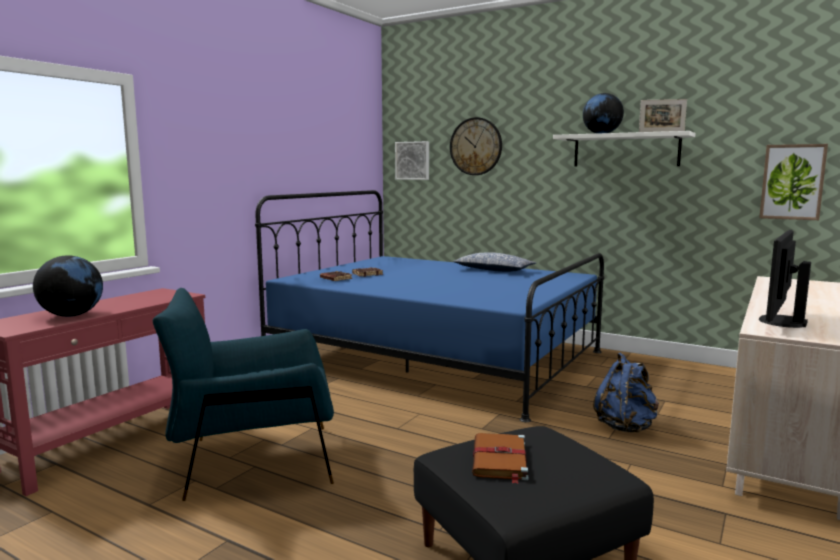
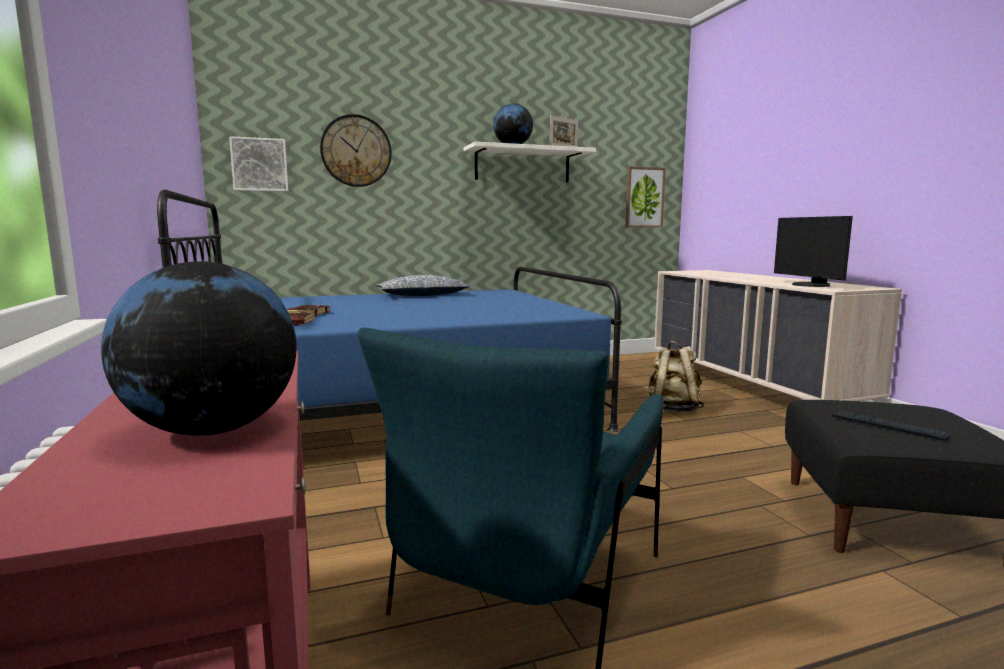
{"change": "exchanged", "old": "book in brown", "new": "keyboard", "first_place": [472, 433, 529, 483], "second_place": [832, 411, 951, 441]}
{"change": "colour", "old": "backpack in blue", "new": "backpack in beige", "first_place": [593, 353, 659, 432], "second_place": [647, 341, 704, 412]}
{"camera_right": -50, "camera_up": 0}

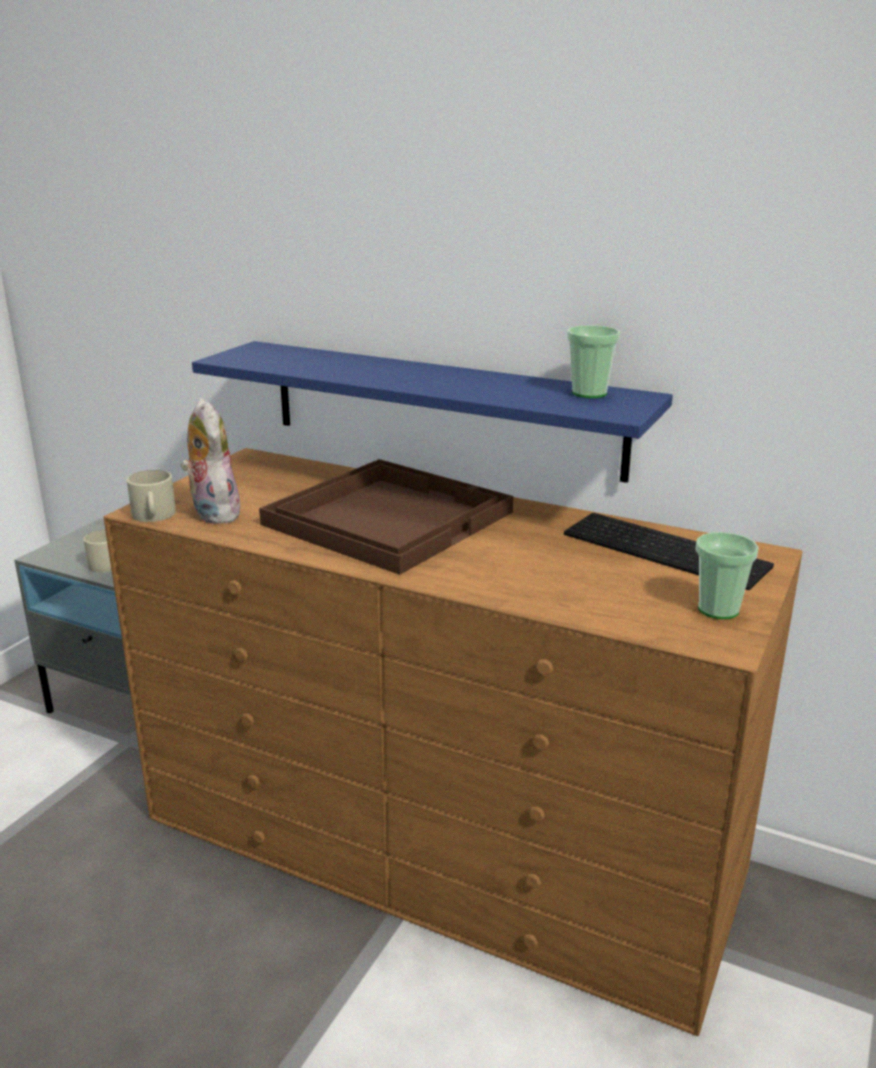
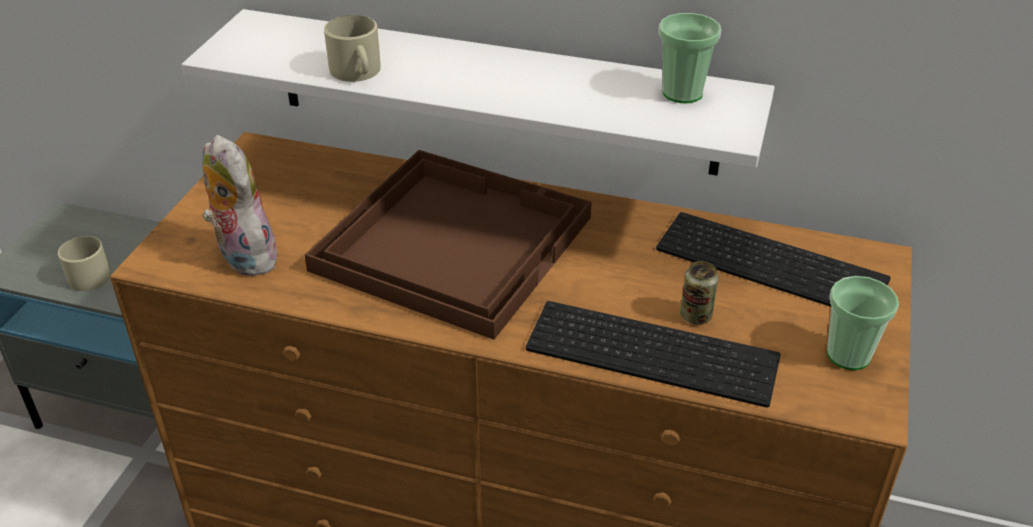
{"change": "relocated", "old": "mug in beige", "first_place": [127, 470, 176, 522], "second_place": [324, 15, 380, 82]}
{"change": "colour", "old": "shelf in blue", "new": "shelf in white", "first_place": [192, 341, 673, 483], "second_place": [182, 9, 775, 175]}
{"change": "appeared", "new": "keyboard", "second_place": [526, 301, 781, 407]}
{"change": "appeared", "new": "can", "second_place": [680, 261, 718, 324]}
{"camera_right": -10, "camera_up": 15}

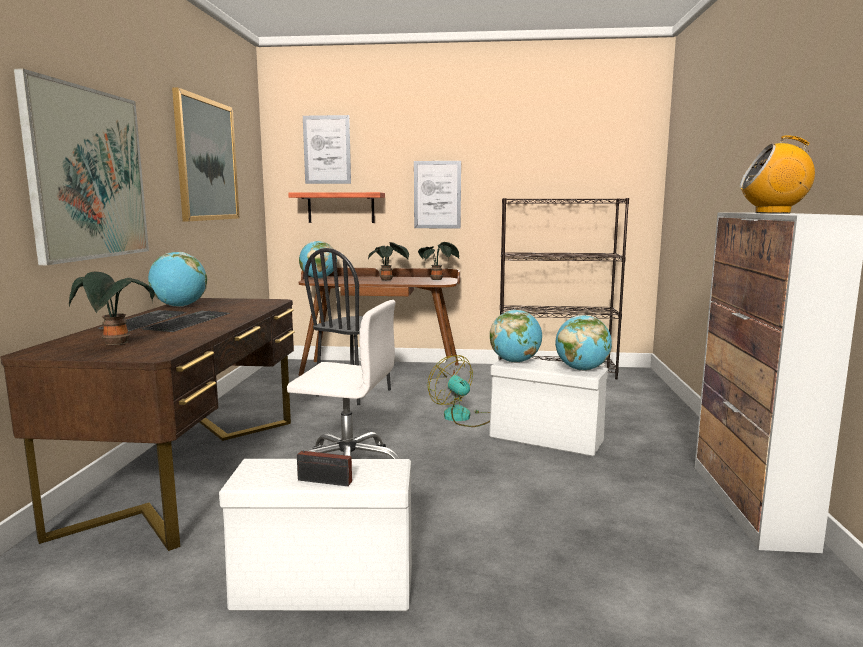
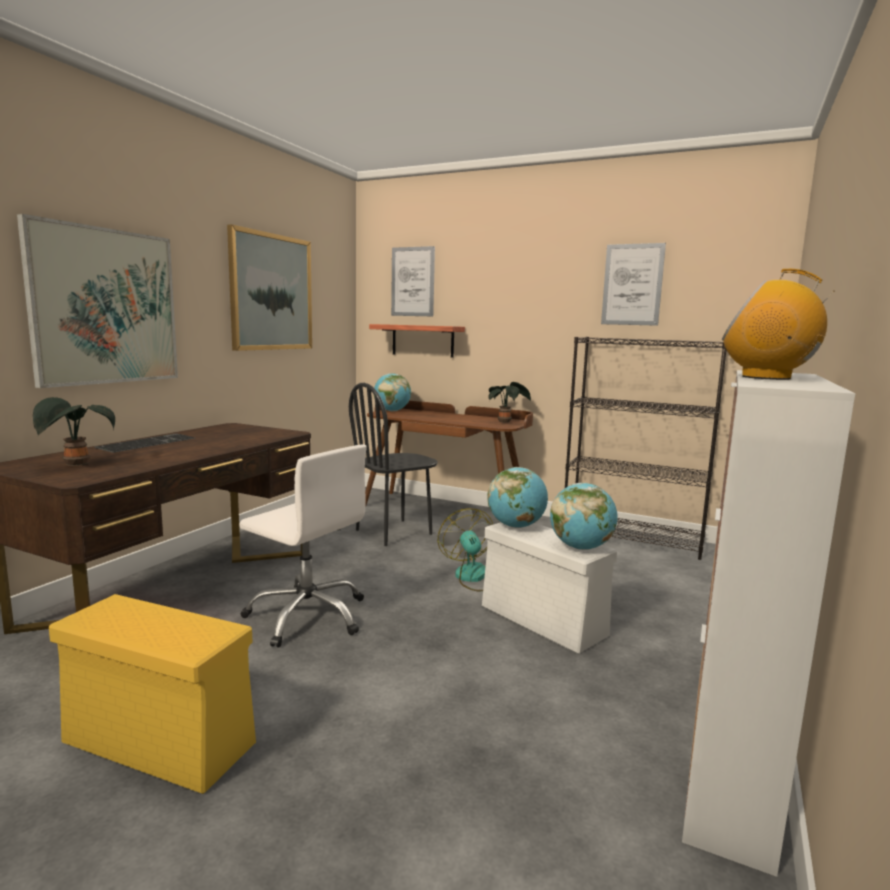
{"change": "missing", "old": "keyboard", "first_place": [142, 311, 230, 332]}
{"change": "missing", "old": "globe", "first_place": [148, 252, 207, 307]}
{"change": "colour", "old": "storage box in white", "new": "storage box in yellow", "first_place": [219, 459, 412, 611], "second_place": [49, 594, 256, 794]}
{"change": "missing", "old": "radio", "first_place": [297, 437, 356, 486]}
{"change": "missing", "old": "potted plant", "first_place": [368, 242, 409, 280]}
{"change": "relocated", "old": "picture", "first_place": [414, 161, 461, 228], "second_place": [601, 243, 666, 326]}
{"camera_right": 20, "camera_up": 0}

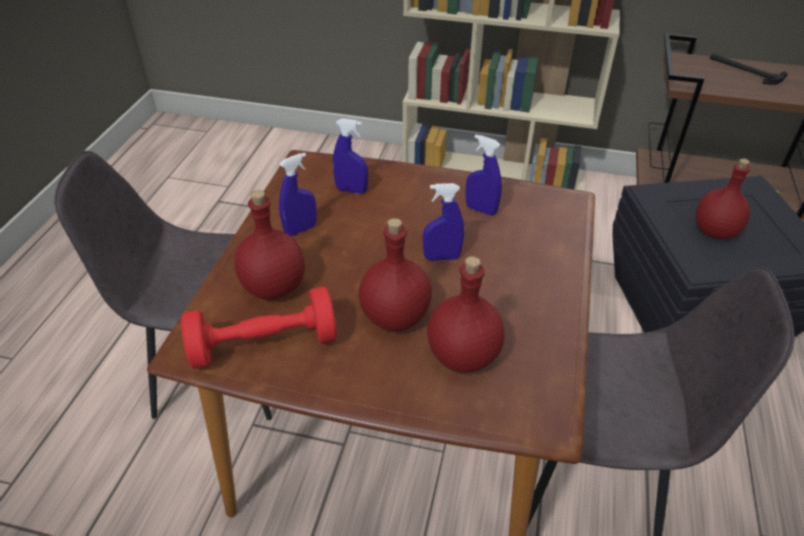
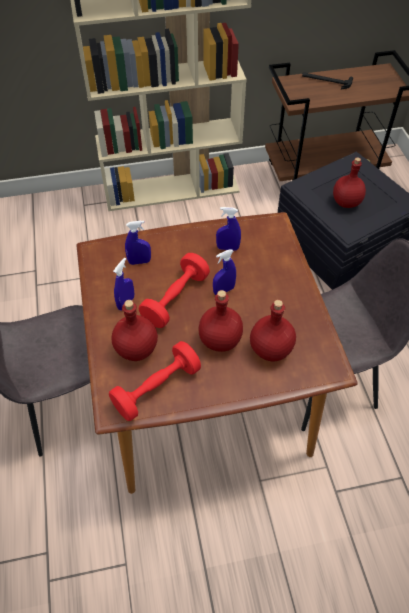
{"change": "appeared", "new": "dumbbell in red", "second_place": [139, 253, 210, 328]}
{"camera_right": -25, "camera_up": 10}

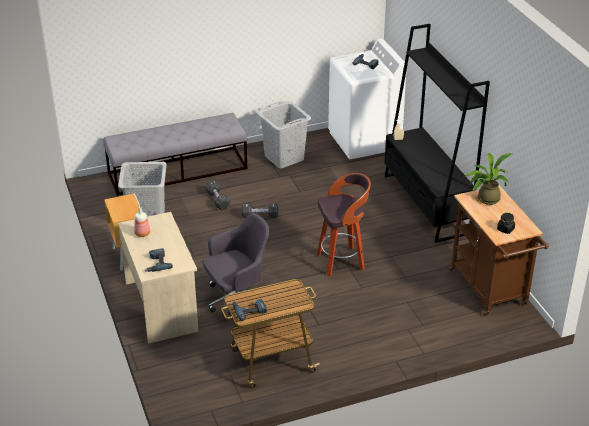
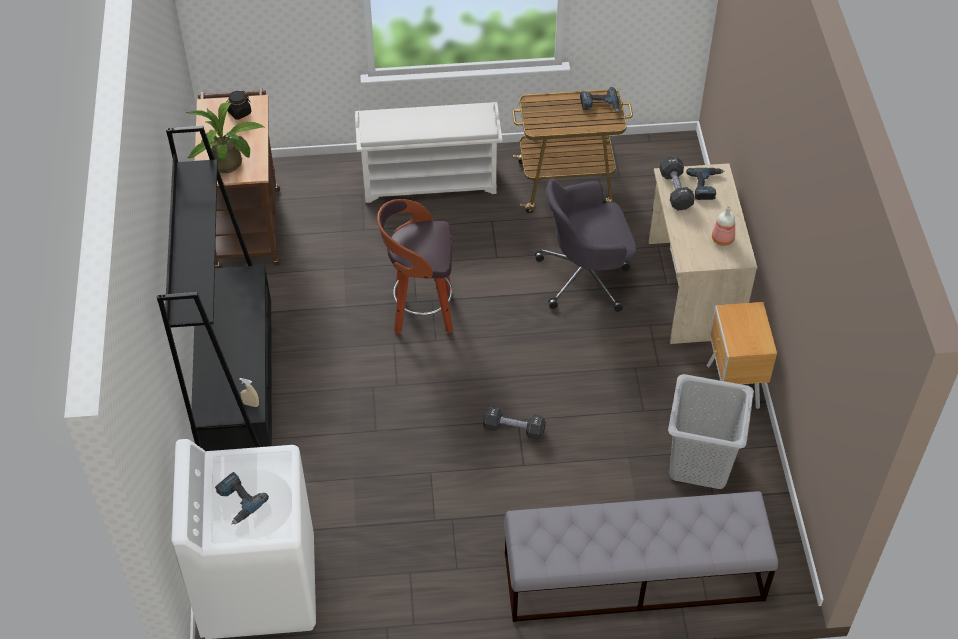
{"change": "relocated", "old": "dumbbell in black", "first_place": [205, 181, 230, 210], "second_place": [660, 156, 695, 210]}
{"change": "missing", "old": "laundry basket in grey", "first_place": [257, 101, 312, 169]}
{"change": "appeared", "new": "shoe rack in white", "second_place": [355, 102, 503, 203]}
{"camera_right": -165, "camera_up": 15}

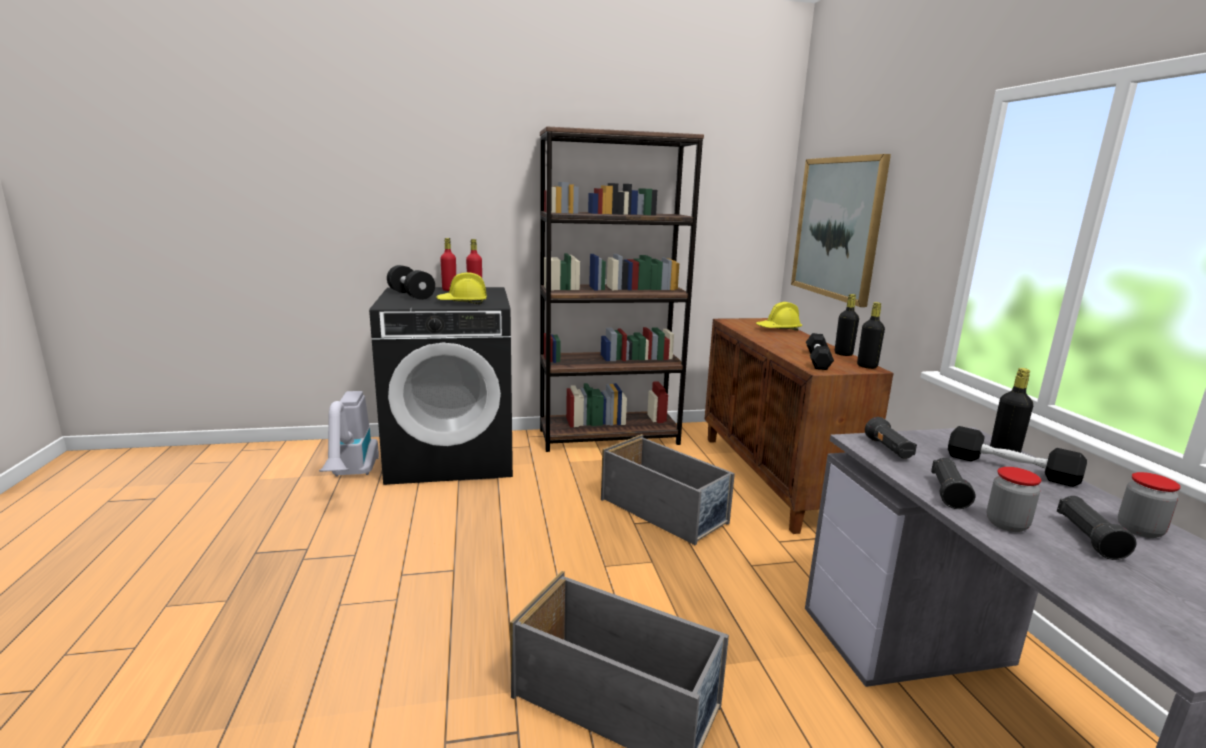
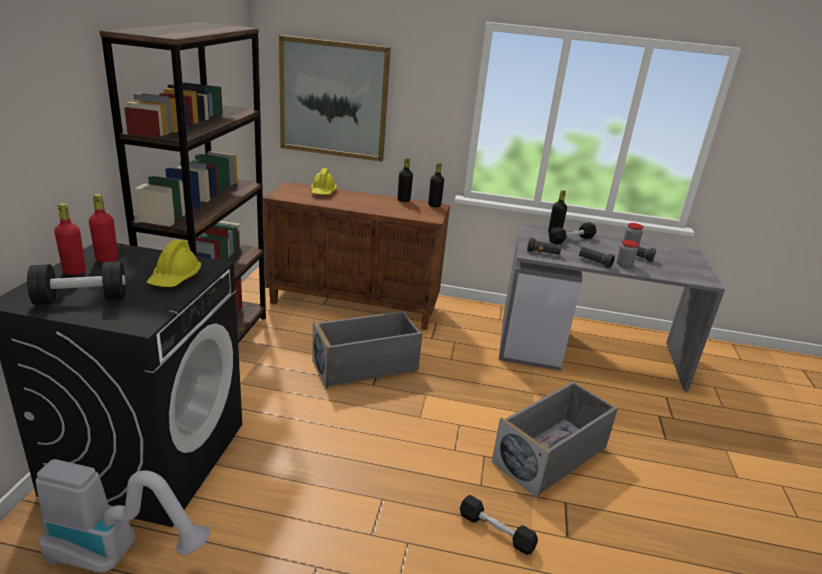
{"change": "relocated", "old": "dumbbell in black", "first_place": [806, 333, 834, 370], "second_place": [460, 495, 538, 555]}
{"camera_right": -70, "camera_up": 10}

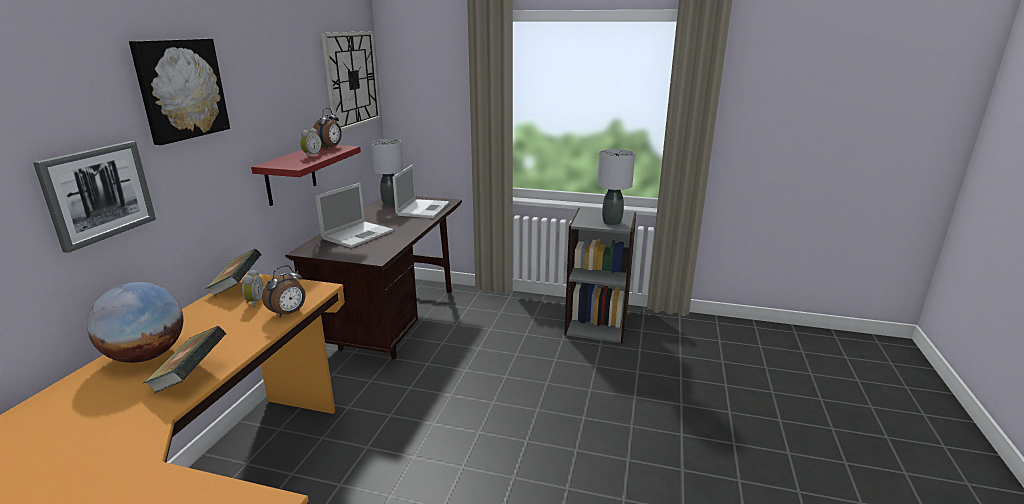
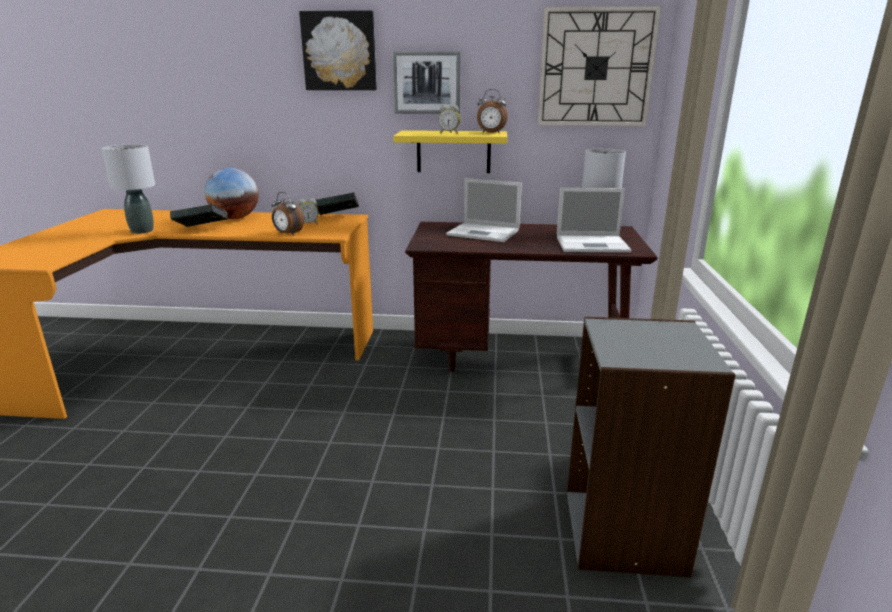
{"change": "relocated", "old": "picture", "first_place": [33, 141, 156, 253], "second_place": [392, 51, 461, 114]}
{"change": "colour", "old": "shelf in red", "new": "shelf in yellow", "first_place": [251, 145, 361, 206], "second_place": [393, 130, 507, 173]}
{"change": "relocated", "old": "table lamp in grey", "first_place": [597, 149, 635, 225], "second_place": [101, 144, 155, 234]}
{"camera_right": 80, "camera_up": 0}

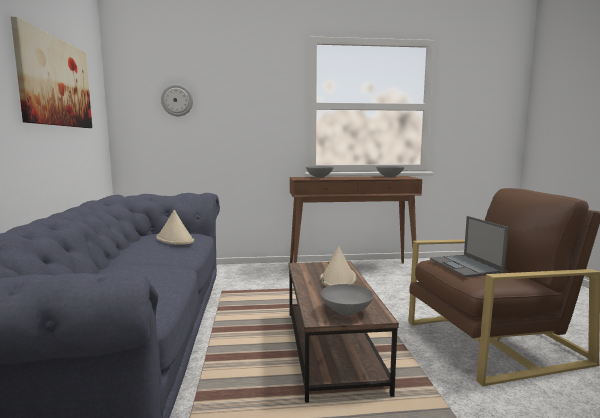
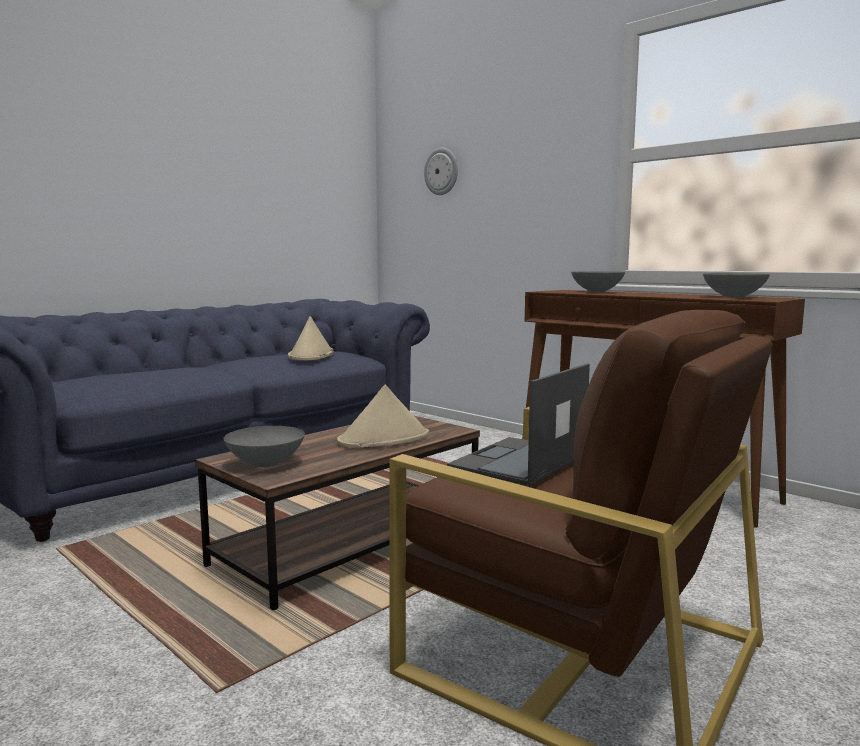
{"change": "missing", "old": "picture", "first_place": [11, 17, 92, 128]}
{"camera_right": 50, "camera_up": 0}

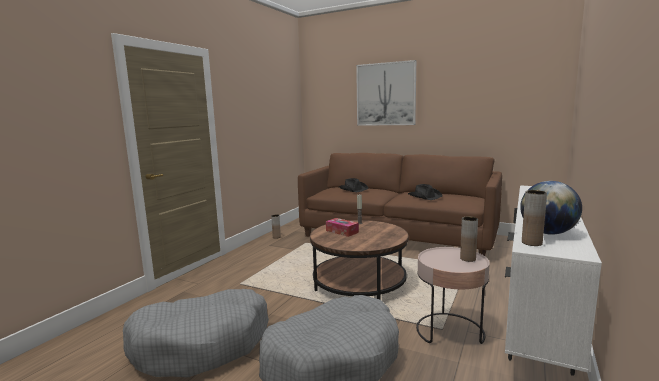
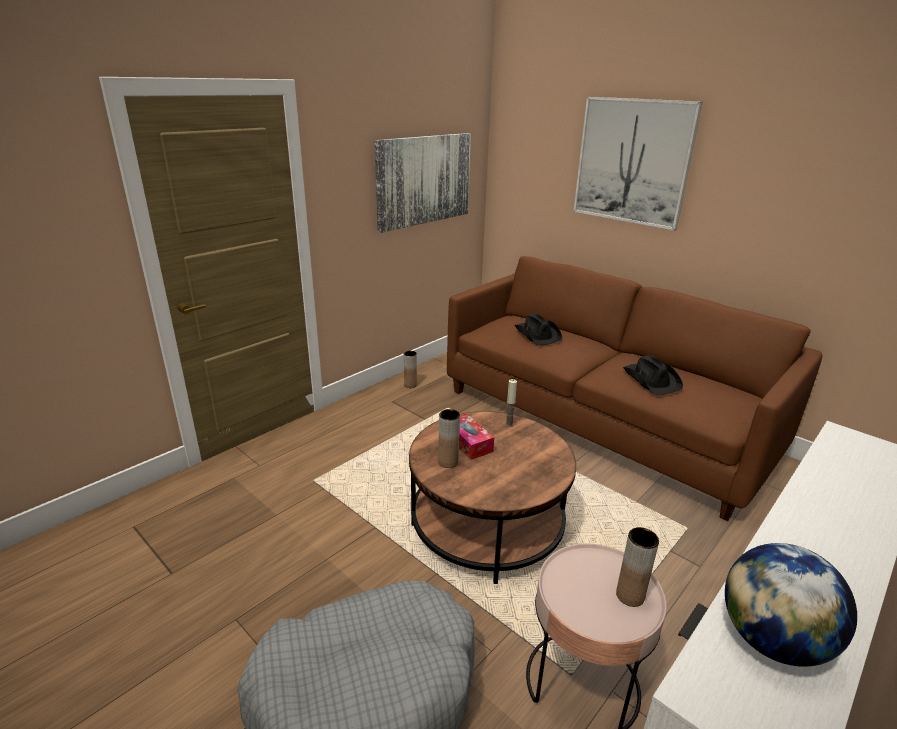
{"change": "missing", "old": "dog bed in grey", "first_place": [123, 289, 269, 378]}
{"change": "relocated", "old": "vase in brown", "first_place": [522, 190, 547, 246], "second_place": [438, 409, 460, 468]}
{"change": "appeared", "new": "picture", "second_place": [374, 133, 471, 233]}
{"camera_right": 15, "camera_up": 15}

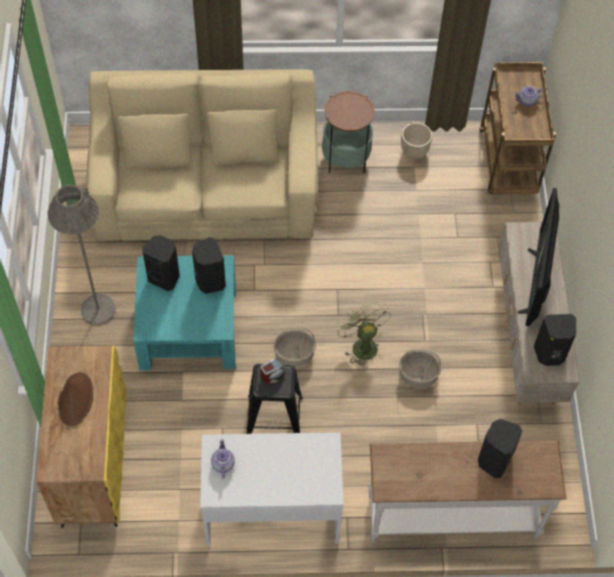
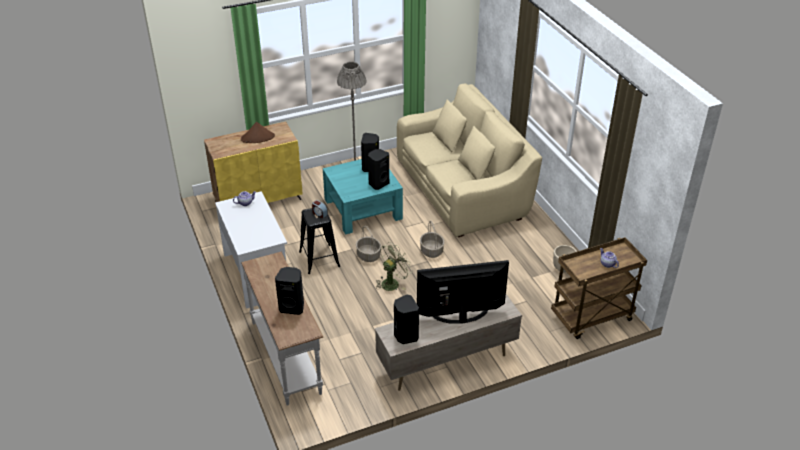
{"change": "missing", "old": "side table", "first_place": [322, 91, 375, 173]}
{"change": "relocated", "old": "basket", "first_place": [399, 349, 441, 388], "second_place": [420, 221, 444, 258]}
{"camera_right": 70, "camera_up": -20}

